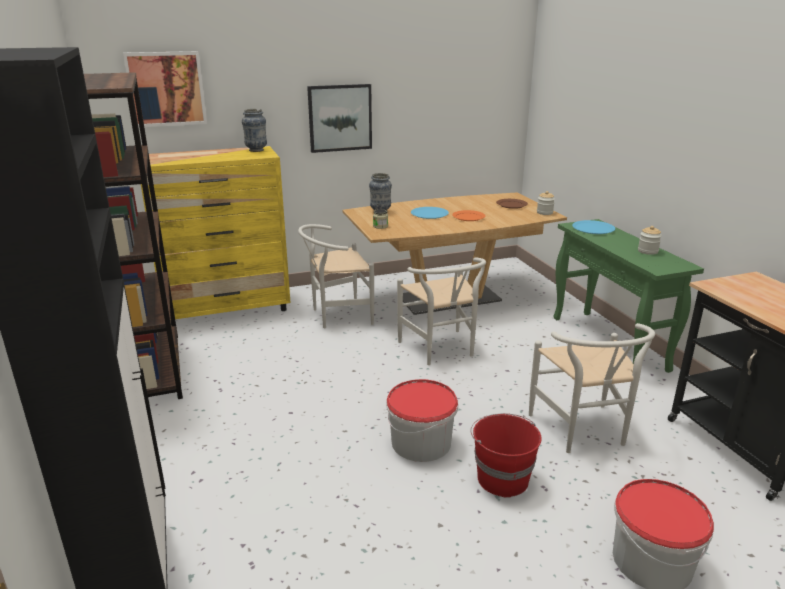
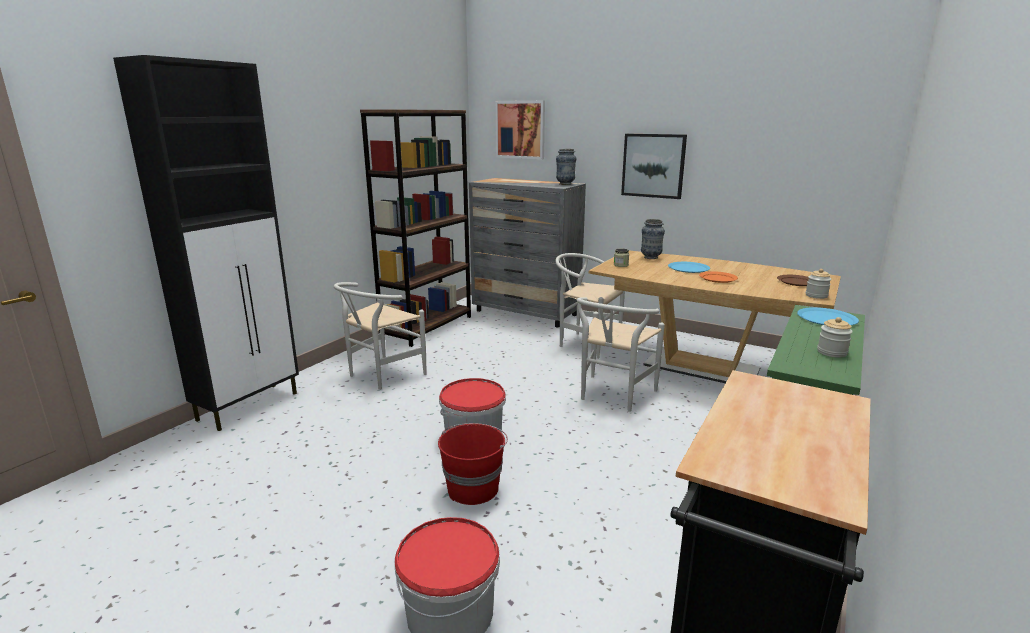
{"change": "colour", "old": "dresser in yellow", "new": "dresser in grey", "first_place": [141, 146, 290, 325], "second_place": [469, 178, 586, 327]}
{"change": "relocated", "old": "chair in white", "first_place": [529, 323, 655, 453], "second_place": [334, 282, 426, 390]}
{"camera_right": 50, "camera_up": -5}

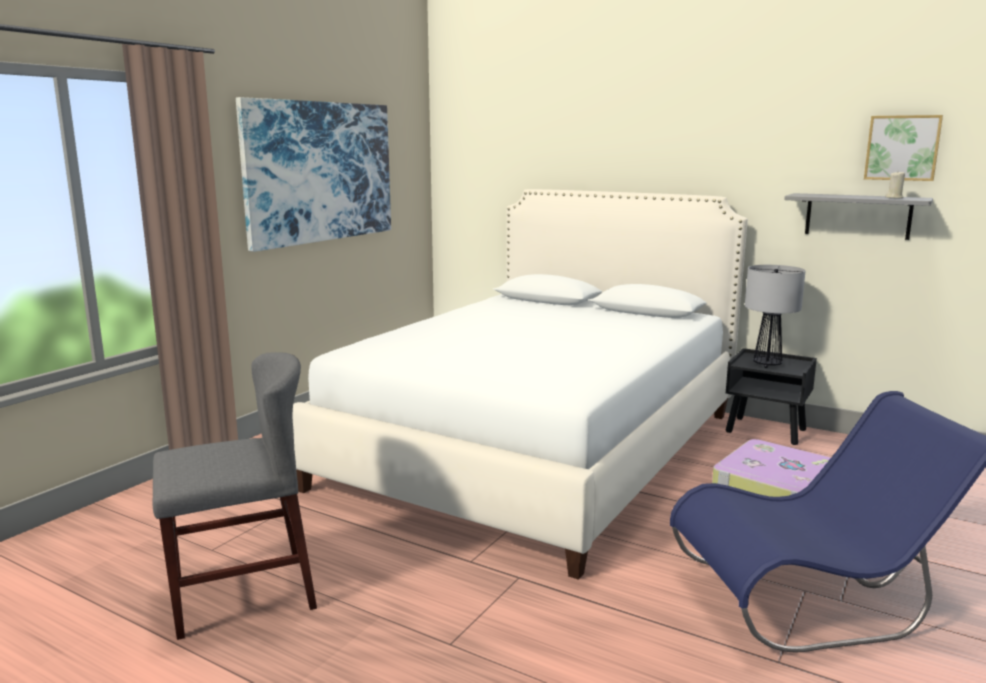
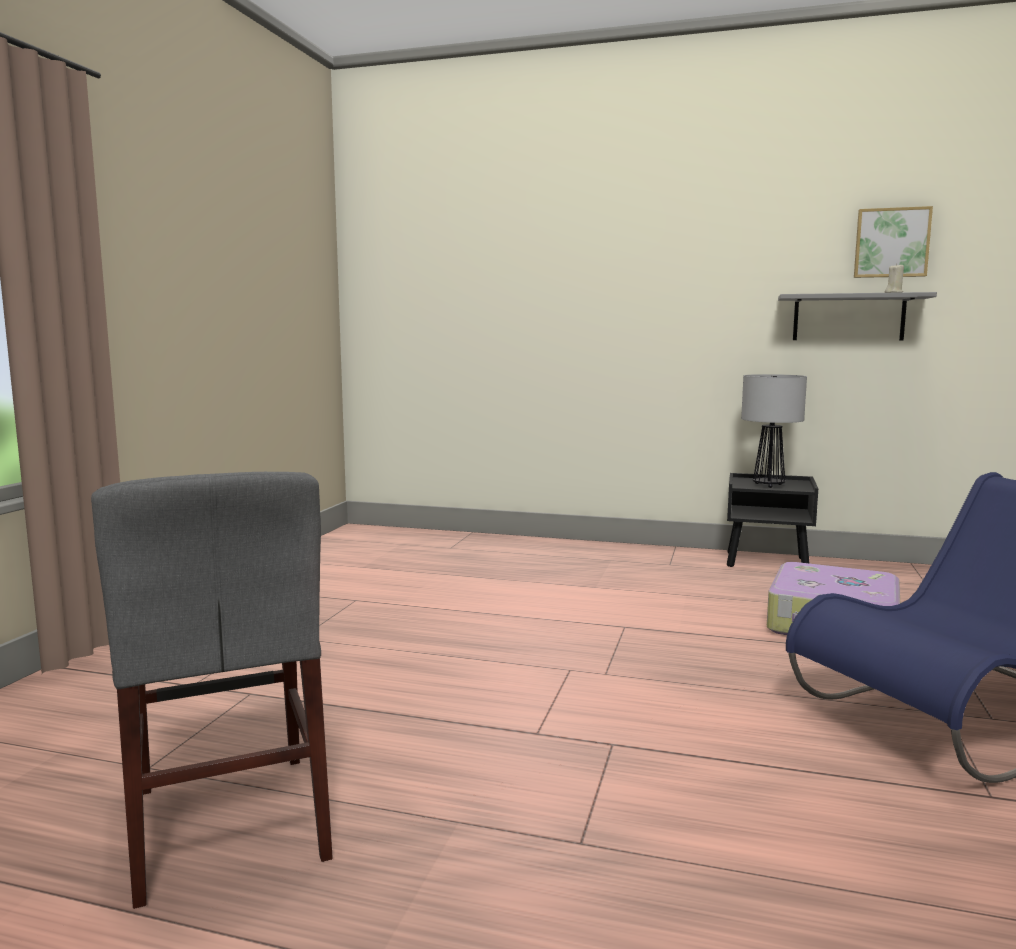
{"change": "spun", "old": "chair in grey", "first_place": [153, 352, 317, 640], "second_place": [91, 472, 333, 909], "degrees": 105}
{"change": "missing", "old": "picture", "first_place": [236, 97, 391, 252]}
{"change": "missing", "old": "bed in white", "first_place": [293, 189, 748, 580]}
{"camera_right": -15, "camera_up": -5}

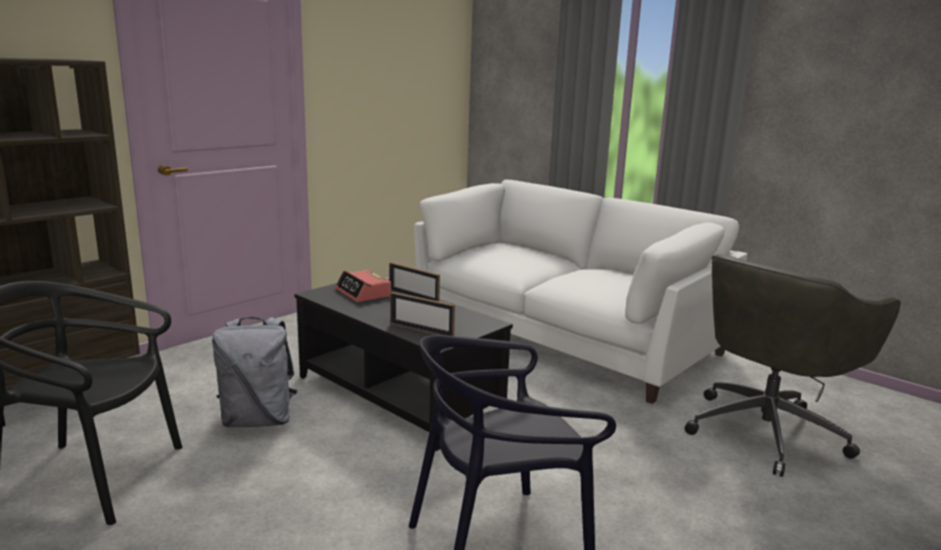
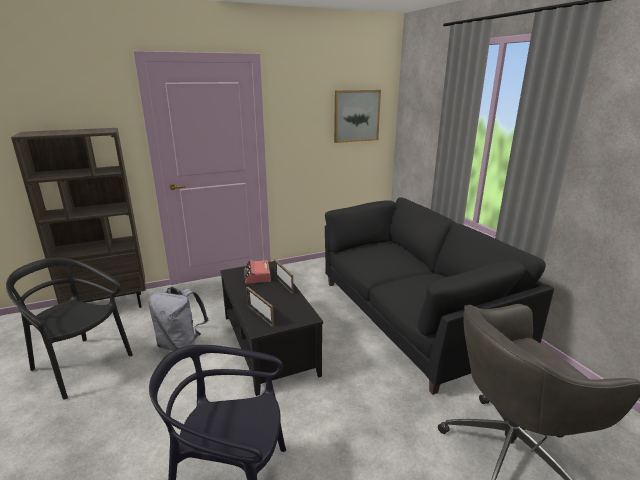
{"change": "colour", "old": "sofa in white", "new": "sofa in black", "first_place": [414, 180, 748, 404], "second_place": [325, 197, 554, 395]}
{"change": "appeared", "new": "picture", "second_place": [334, 90, 381, 143]}
{"camera_right": 25, "camera_up": 5}

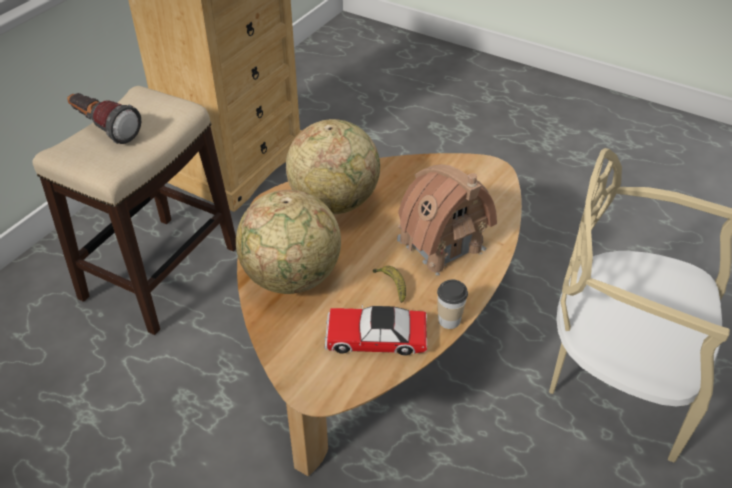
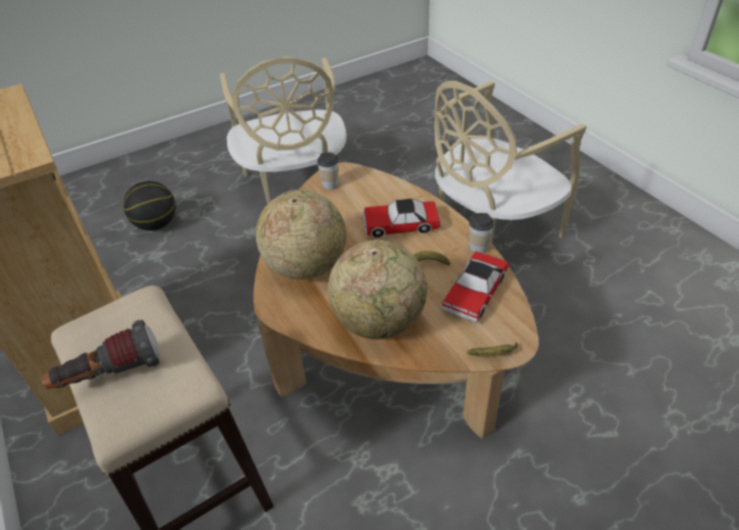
{"change": "exchanged", "old": "toy house", "new": "toy car", "first_place": [397, 164, 497, 275], "second_place": [362, 199, 441, 237]}
{"change": "appeared", "new": "basketball", "second_place": [123, 181, 176, 231]}
{"change": "appeared", "new": "chair in beige", "second_place": [220, 56, 347, 204]}
{"change": "appeared", "new": "cup", "second_place": [317, 152, 339, 190]}
{"change": "appeared", "new": "banana", "second_place": [467, 342, 518, 357]}
{"camera_right": -60, "camera_up": 0}

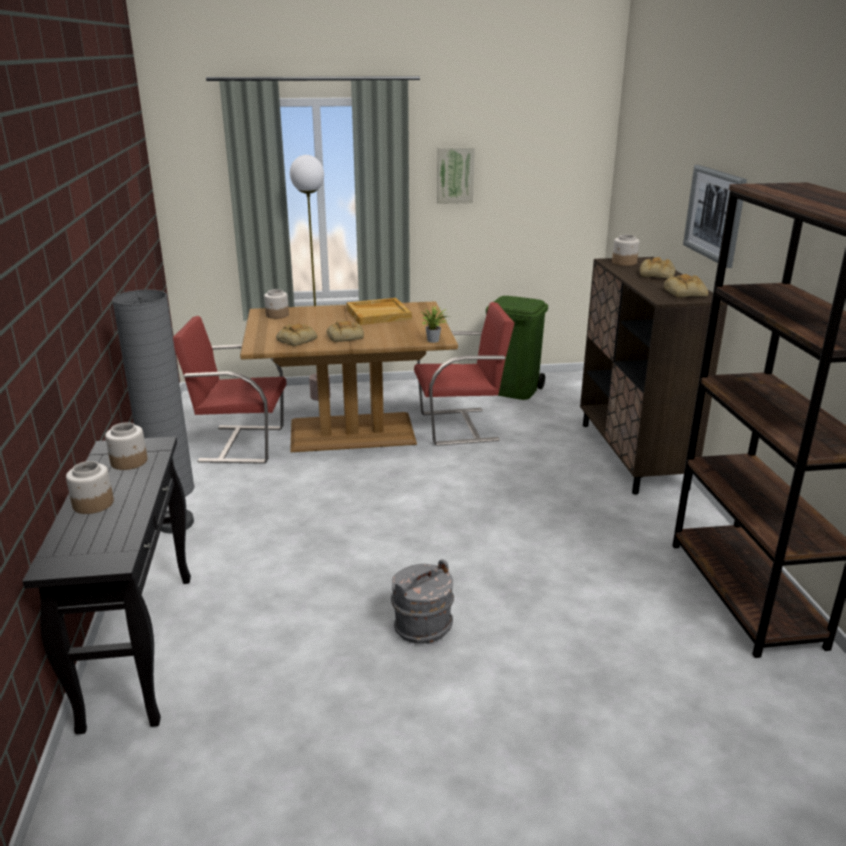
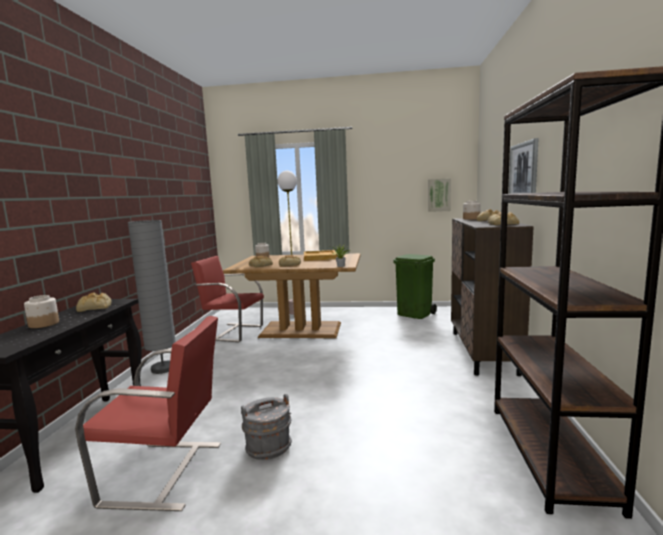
{"change": "exchanged", "old": "jar", "new": "bread", "first_place": [105, 423, 147, 470], "second_place": [76, 292, 112, 312]}
{"change": "relocated", "old": "chair in red", "first_place": [414, 302, 515, 446], "second_place": [75, 316, 221, 511]}
{"change": "relocated", "old": "picture", "first_place": [437, 147, 475, 204], "second_place": [428, 178, 451, 212]}
{"camera_right": 15, "camera_up": -15}

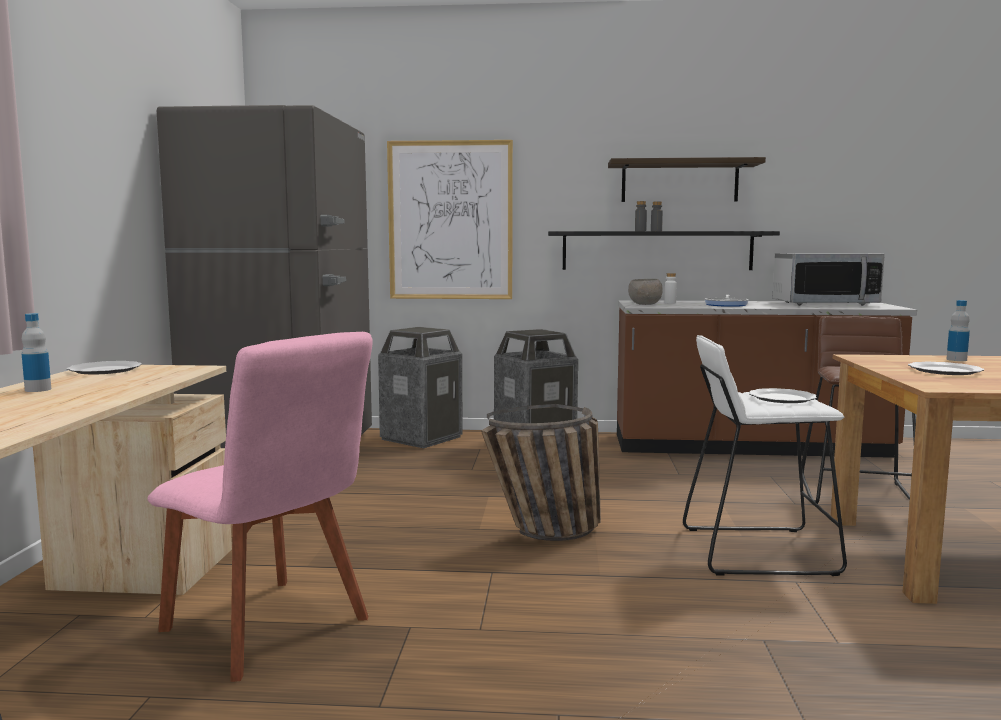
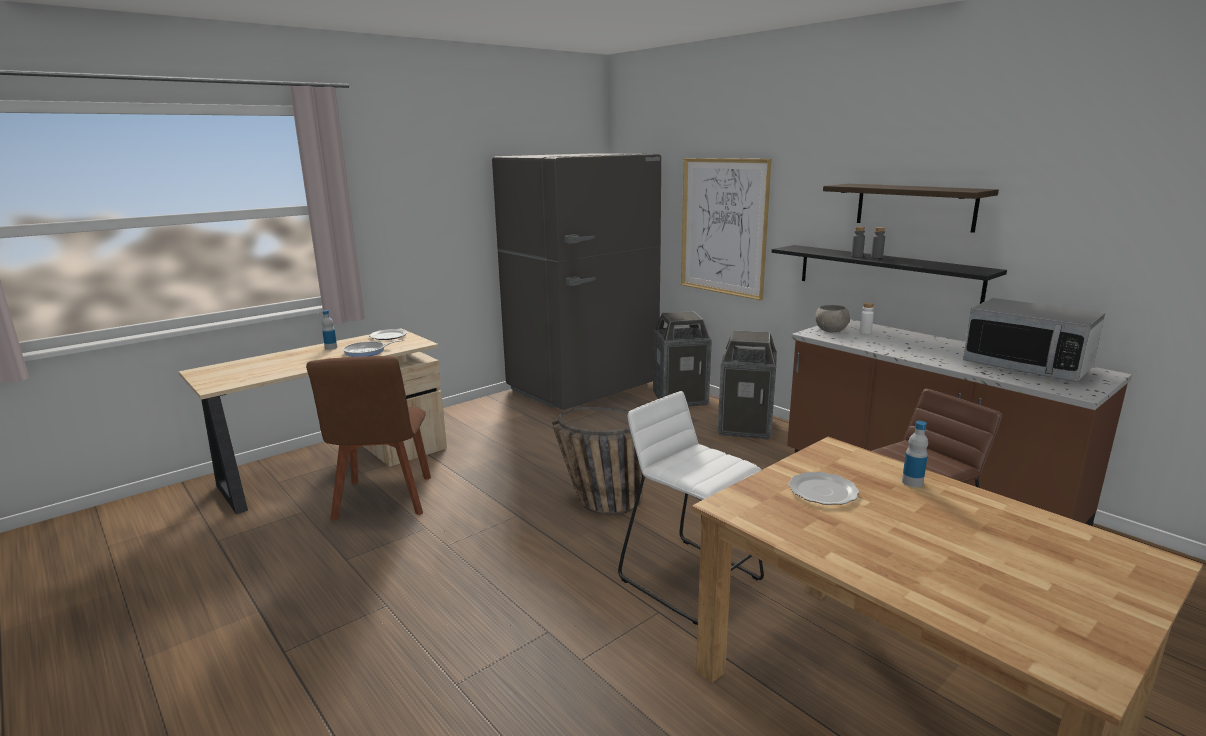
{"change": "colour", "old": "chair in pink", "new": "chair in brown", "first_place": [148, 332, 373, 682], "second_place": [306, 356, 431, 521]}
{"change": "relocated", "old": "frying pan", "first_place": [705, 295, 749, 307], "second_place": [343, 340, 404, 357]}
{"change": "missing", "old": "plate", "first_place": [749, 388, 817, 403]}
{"camera_right": 45, "camera_up": 10}

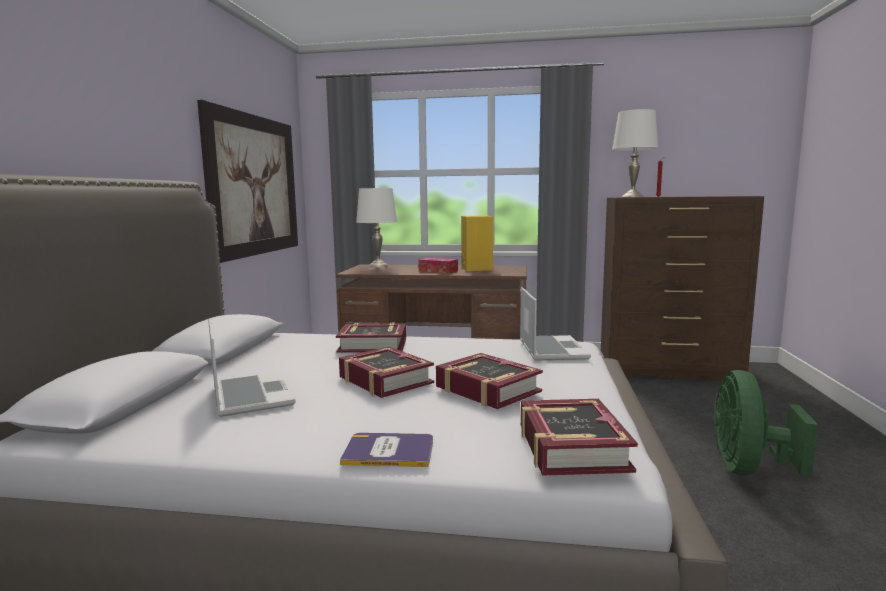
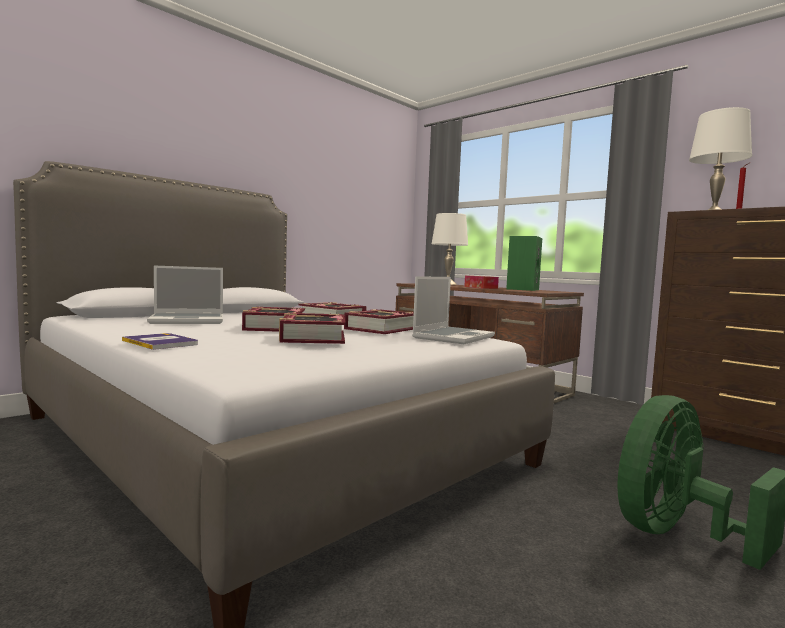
{"change": "missing", "old": "picture", "first_place": [197, 100, 298, 263]}
{"change": "spun", "old": "laptop", "first_place": [208, 318, 295, 417], "second_place": [147, 266, 223, 324], "degrees": 60}
{"change": "colour", "old": "speaker in yellow", "new": "speaker in green", "first_place": [461, 215, 493, 271], "second_place": [506, 236, 542, 291]}
{"change": "relocated", "old": "book", "first_place": [521, 399, 638, 476], "second_place": [344, 309, 414, 334]}
{"camera_right": 35, "camera_up": -5}

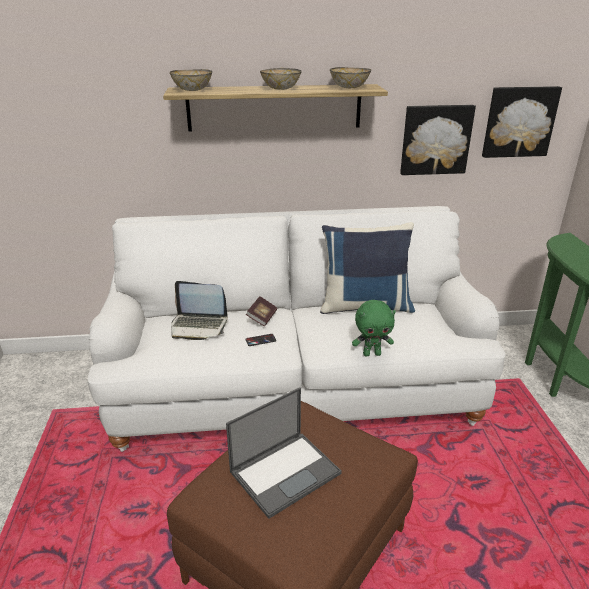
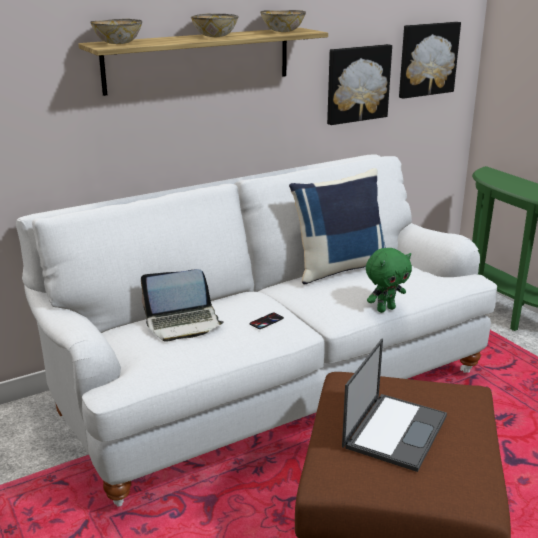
{"change": "missing", "old": "book", "first_place": [246, 296, 277, 326]}
{"camera_right": -25, "camera_up": -5}

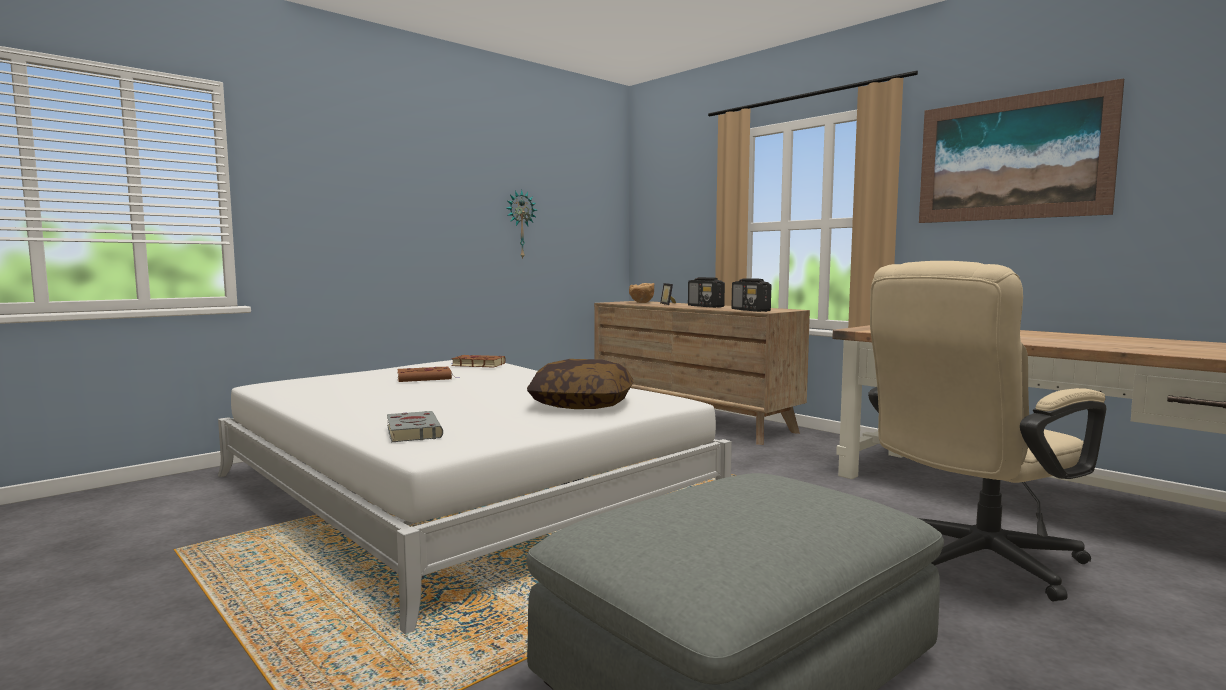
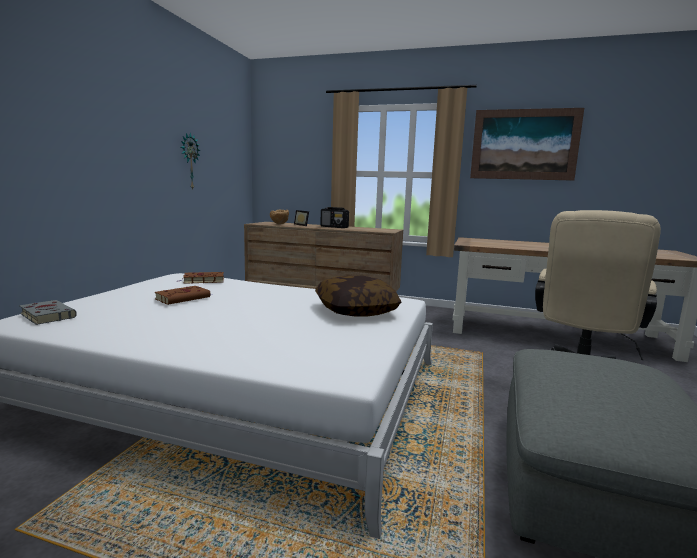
{"change": "relocated", "old": "book in grey", "first_place": [387, 411, 443, 442], "second_place": [19, 300, 77, 325]}
{"change": "missing", "old": "radio", "first_place": [731, 278, 771, 312]}
{"camera_right": -30, "camera_up": 5}

